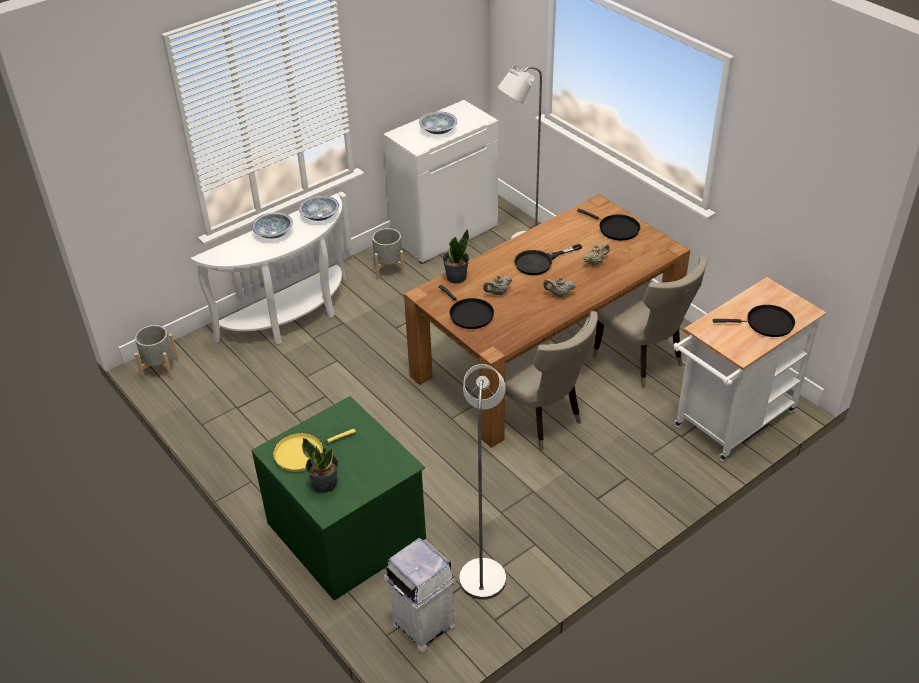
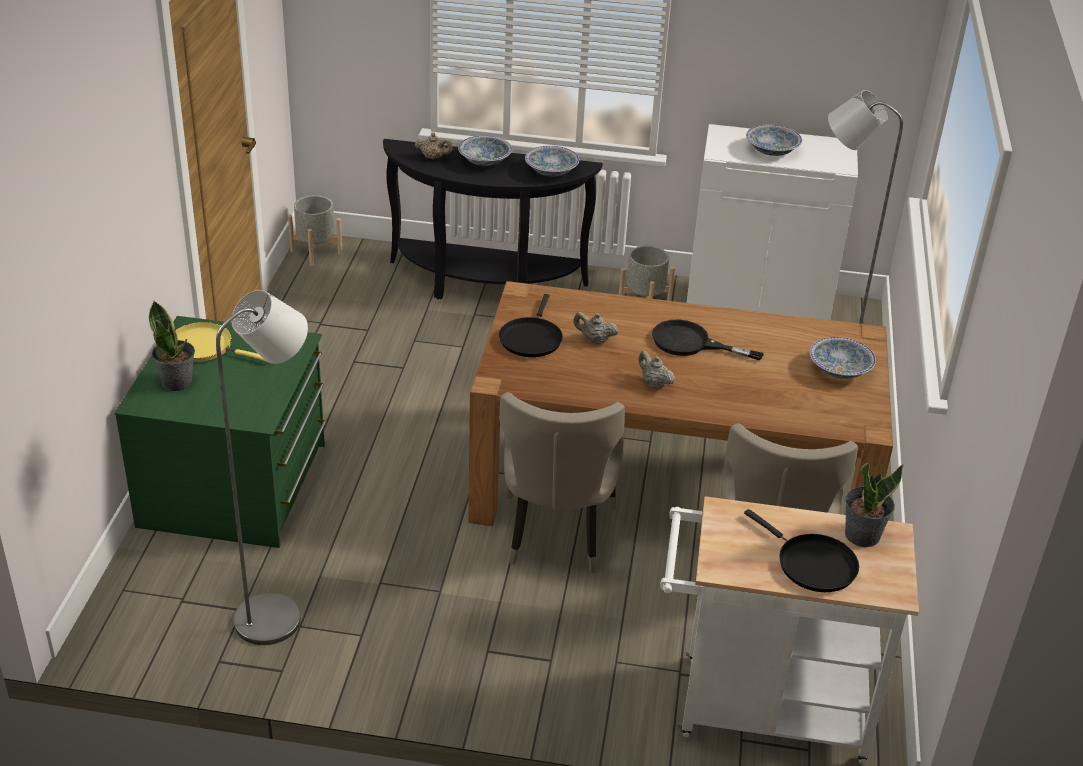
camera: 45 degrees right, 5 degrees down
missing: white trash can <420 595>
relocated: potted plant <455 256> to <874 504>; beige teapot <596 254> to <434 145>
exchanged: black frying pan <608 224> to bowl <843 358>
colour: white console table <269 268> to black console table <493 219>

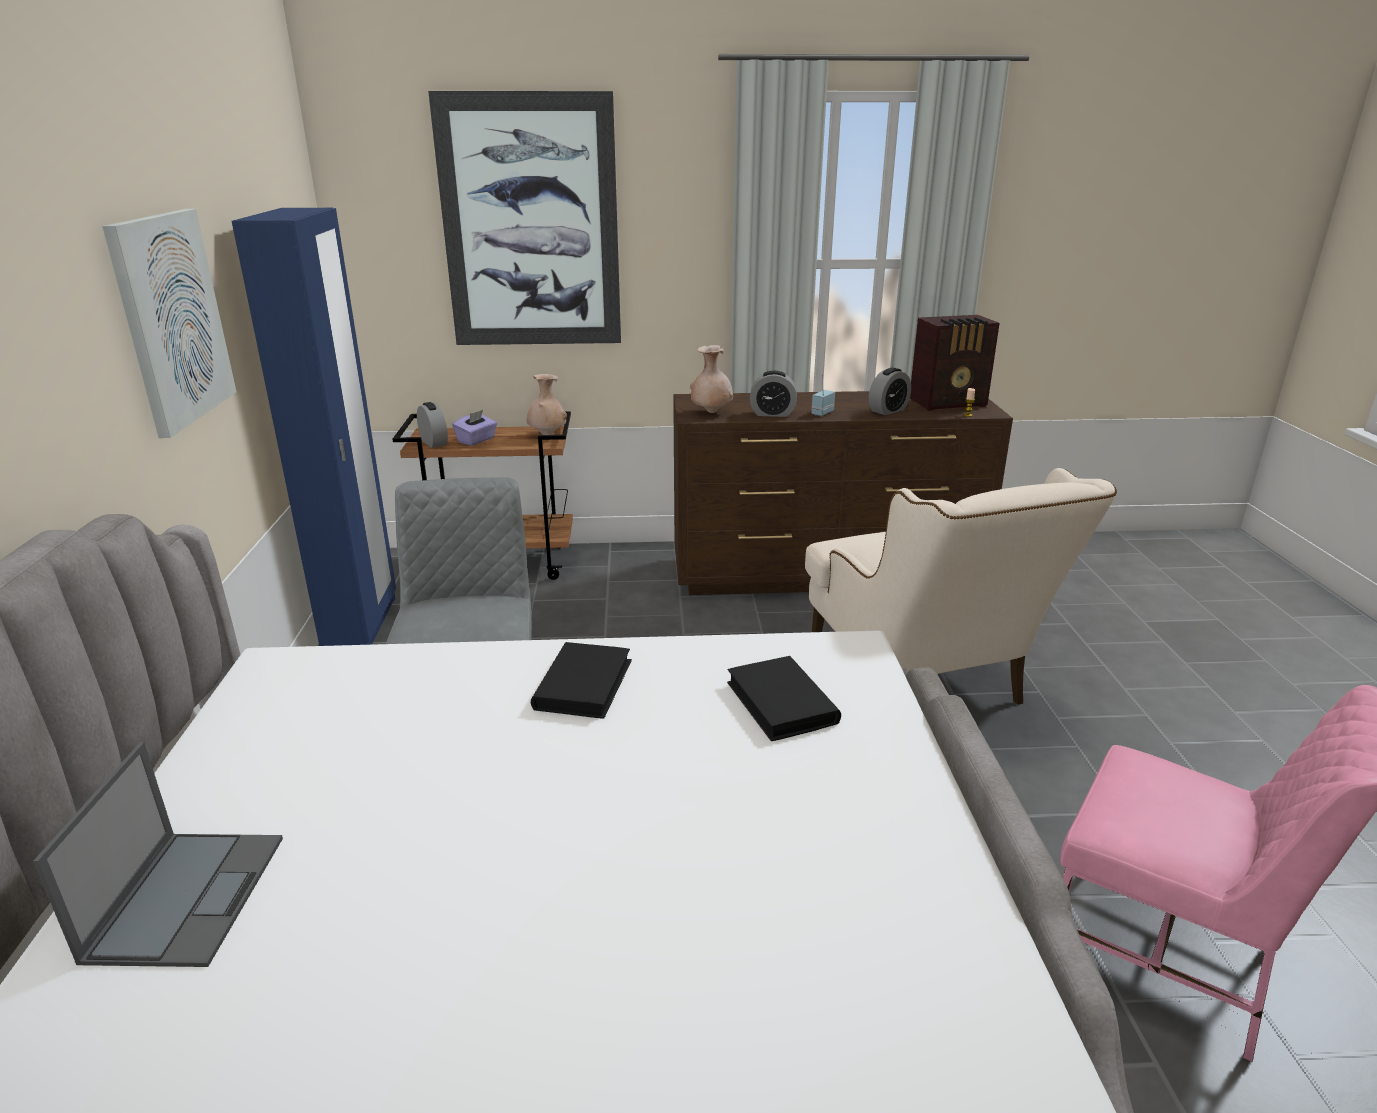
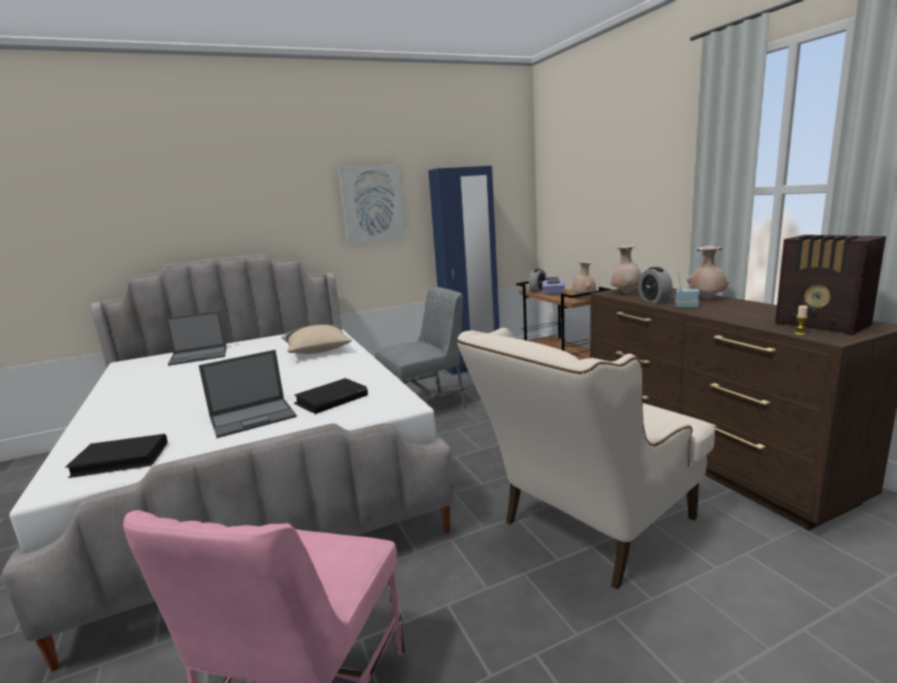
camera: 70 degrees right, 10 degrees down
missing: picture <524 218>; alarm clock <890 391>
appeared: laptop <248 394>; beige pillow <316 339>; beige vase <708 272>
relocated: black book <581 680> to <116 456>

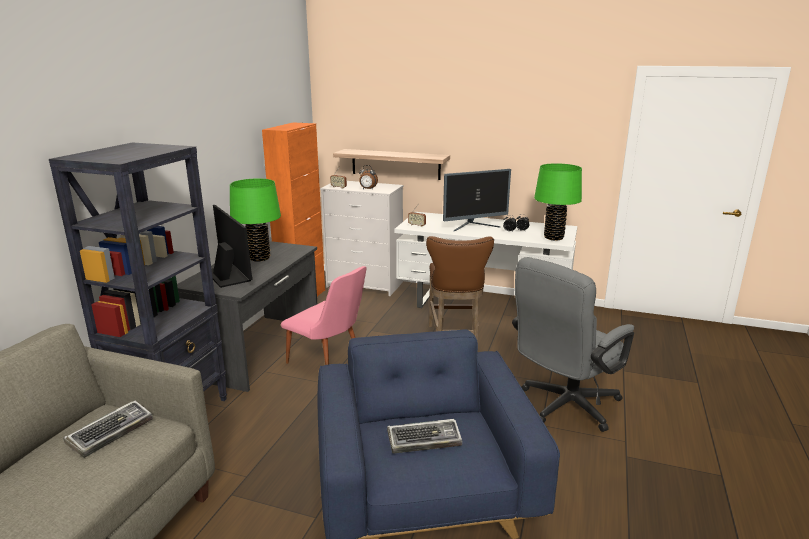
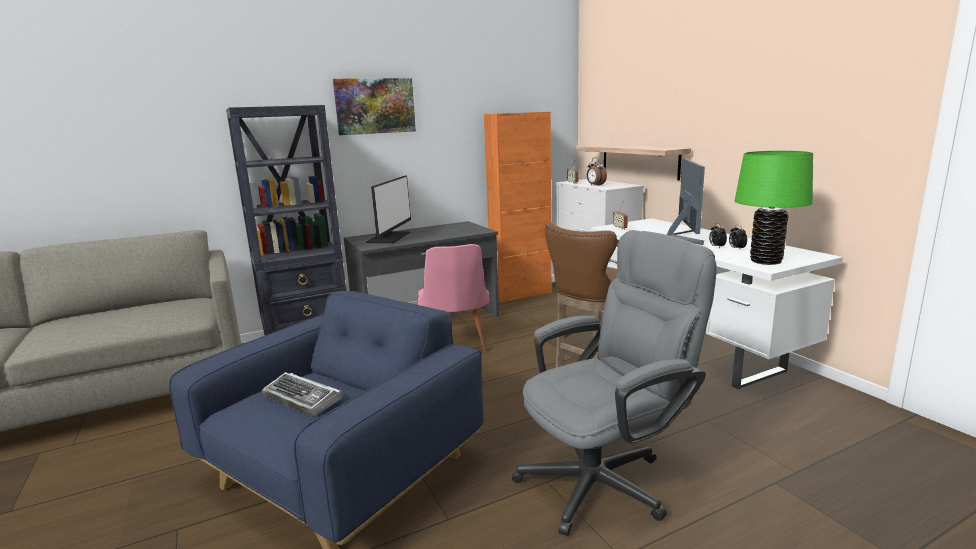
camera: 45 degrees right, 5 degrees down
missing: keyboard <108 429>; green table lamp <255 220>
appeared: picture <374 106>
spun: monitor <477 200> = <686 201> 105 degrees counterclockwise; grey office chair <573 344> = <614 383> 150 degrees clockwise

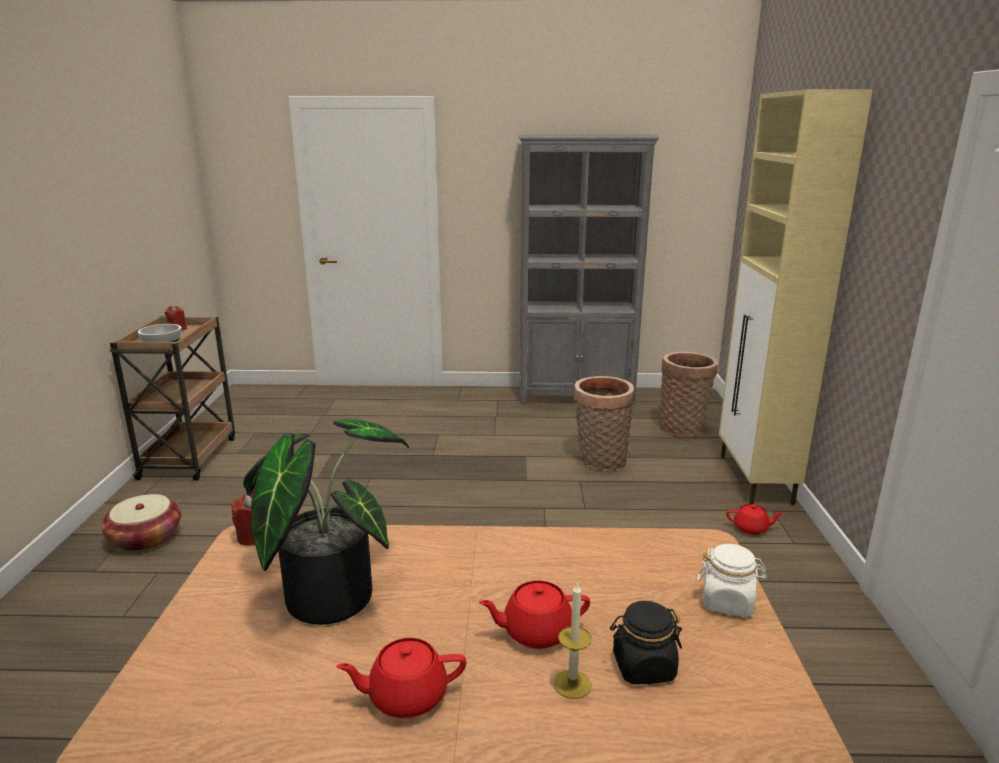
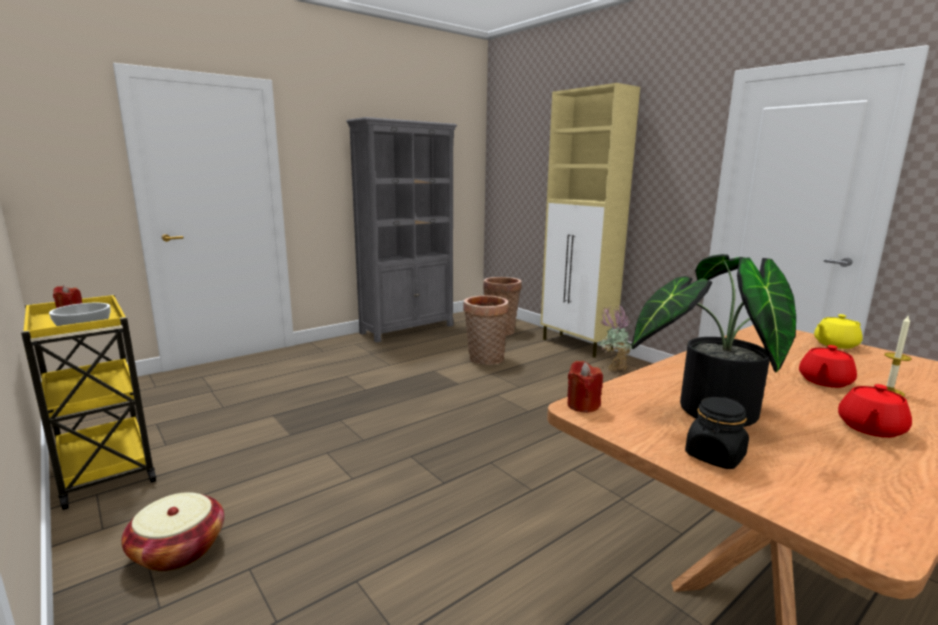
camera: 40 degrees left, 5 degrees down
relocated: black jar <646 643> to <717 433>
exchanged: white jar <732 580> to yellow teapot <838 331>; red teapot <754 519> to potted plant <615 338>
colour: brown cart <172 398> to yellow cart <88 402>

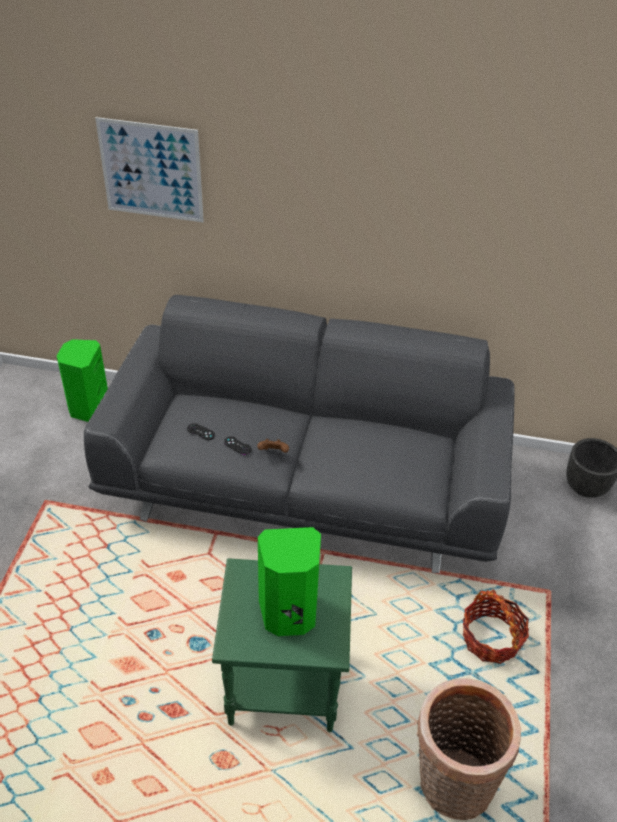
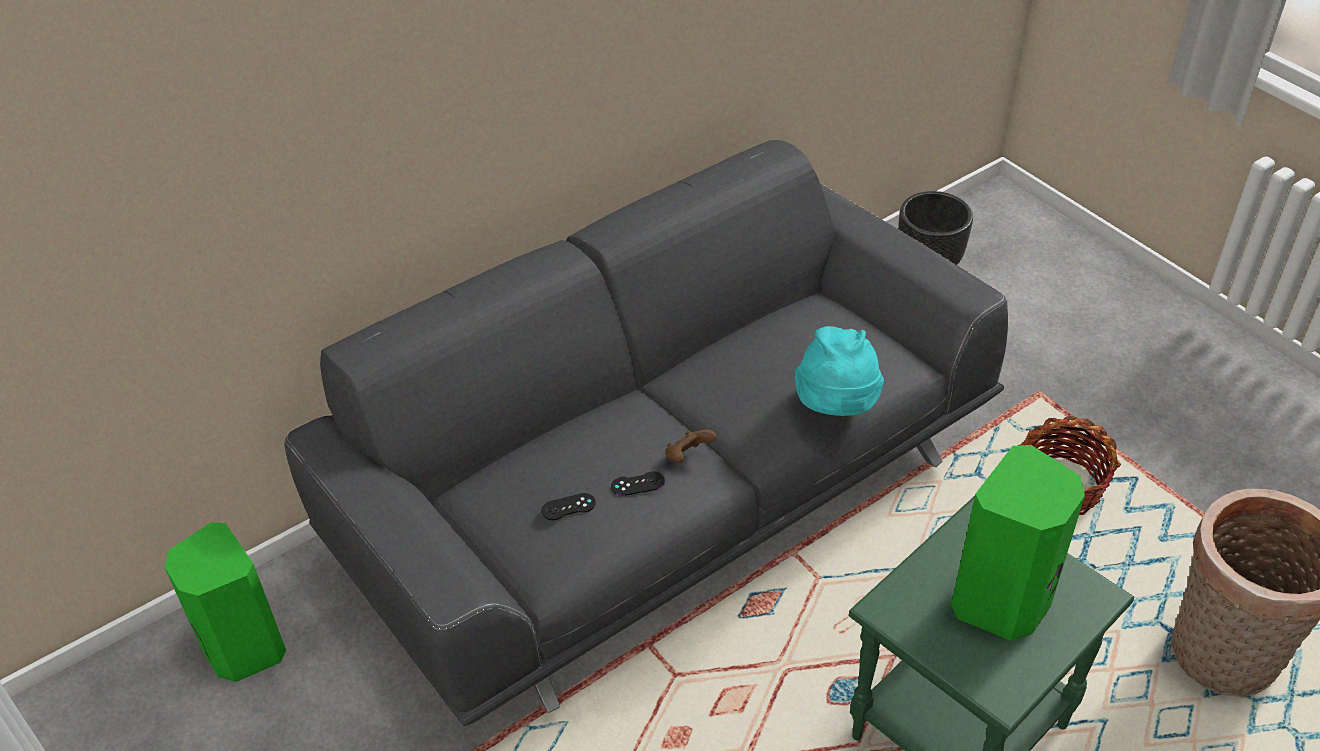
camera: 45 degrees left, 0 degrees up
missing: picture <149 169>
appeared: turquoise hat <839 371>

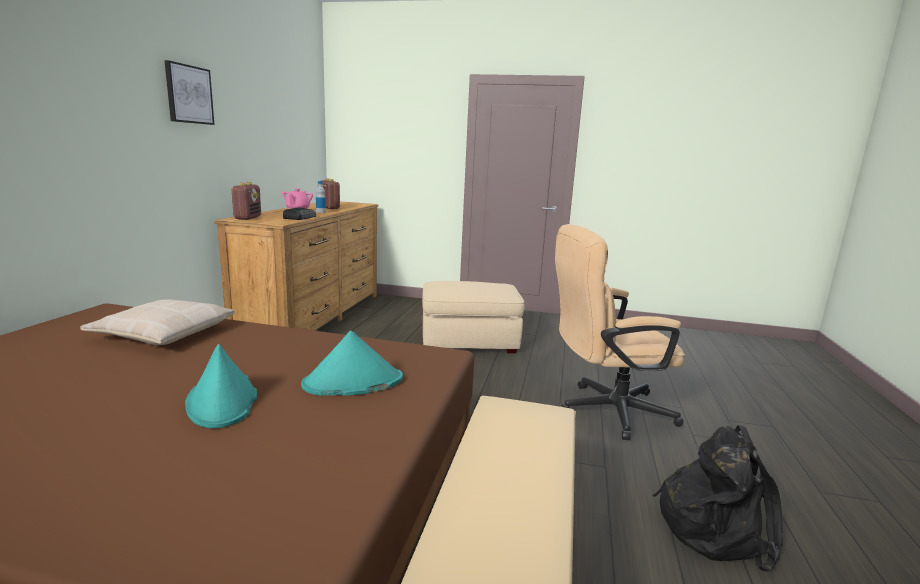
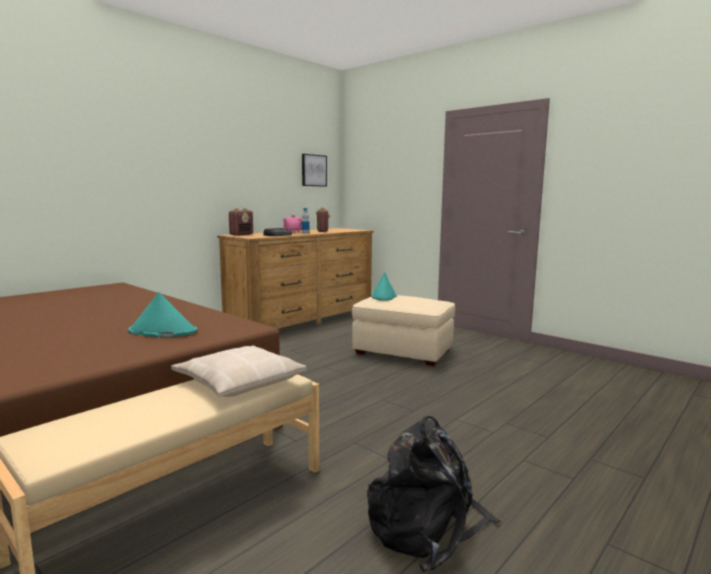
camera: 30 degrees right, 5 degrees down
missing: beige office chair <620 332>
relocated: beige pillow <157 322> to <239 371>; picture <189 92> to <314 170>; turquoise hat <221 386> to <384 286>

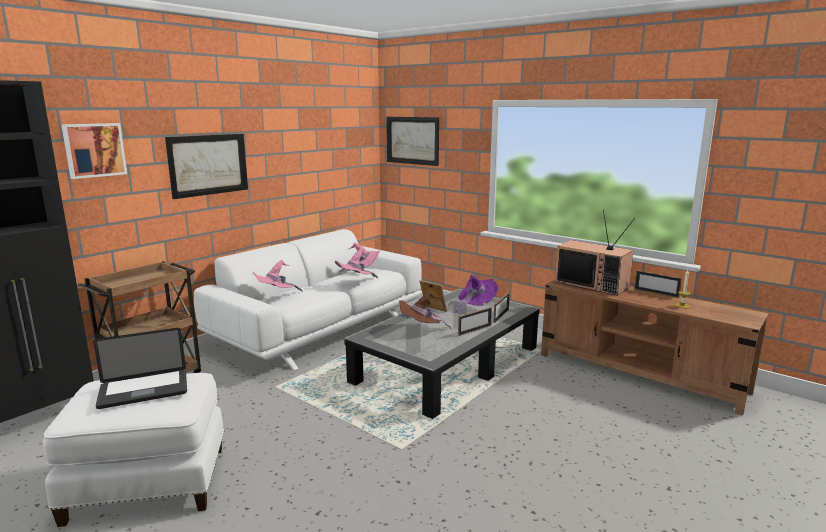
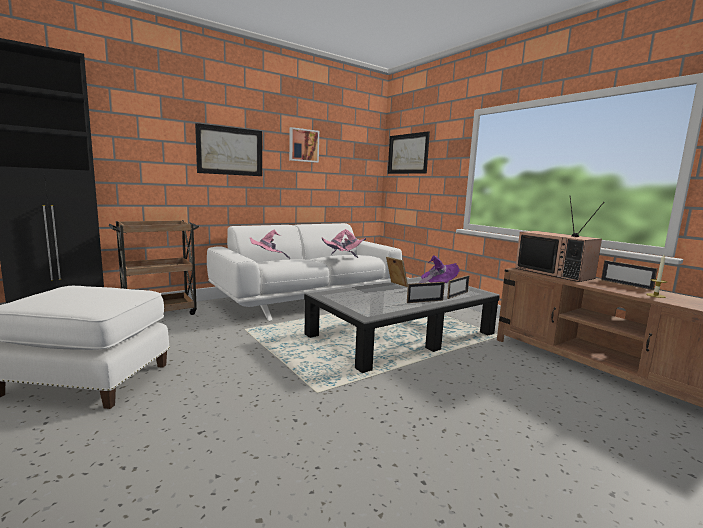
camera: 15 degrees right, 5 degrees down
missing: laptop <140 368>; brown hat <425 310>
relocated: picture <94 151> to <304 145>

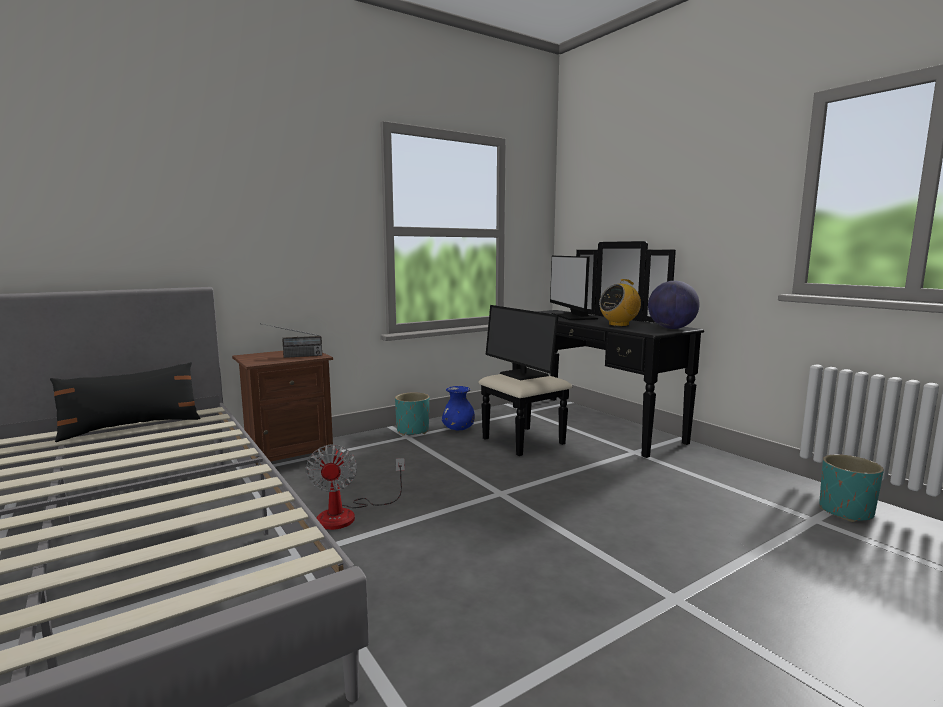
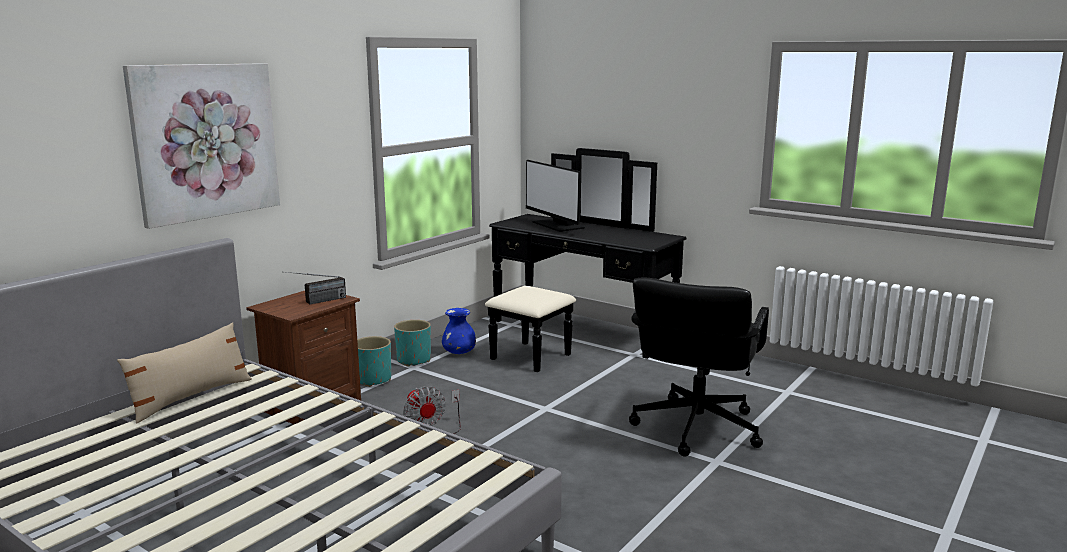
camera: 20 degrees left, 5 degrees up
missing: monitor <522 342>; radio <620 302>; globe <674 305>
appeared: picture <201 146>; black office chair <699 367>
relocated: turquoise planter <851 488> to <374 361>
colour: black pillow <125 402> to beige pillow <184 373>

